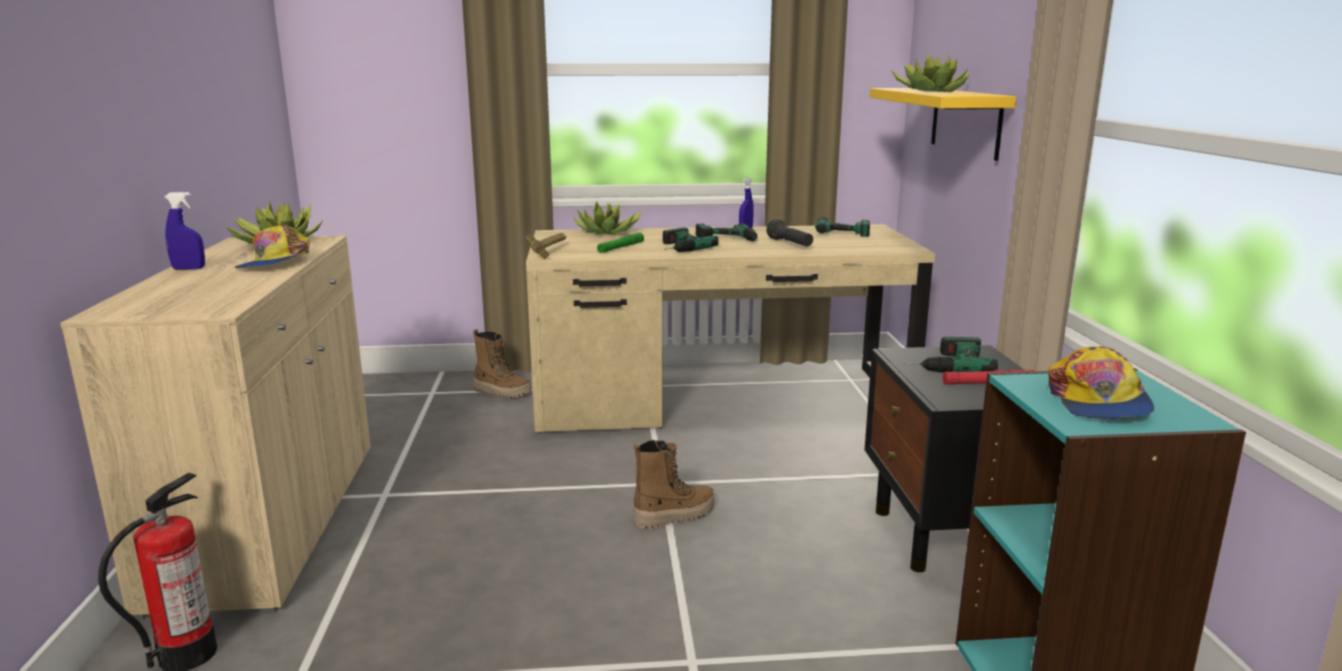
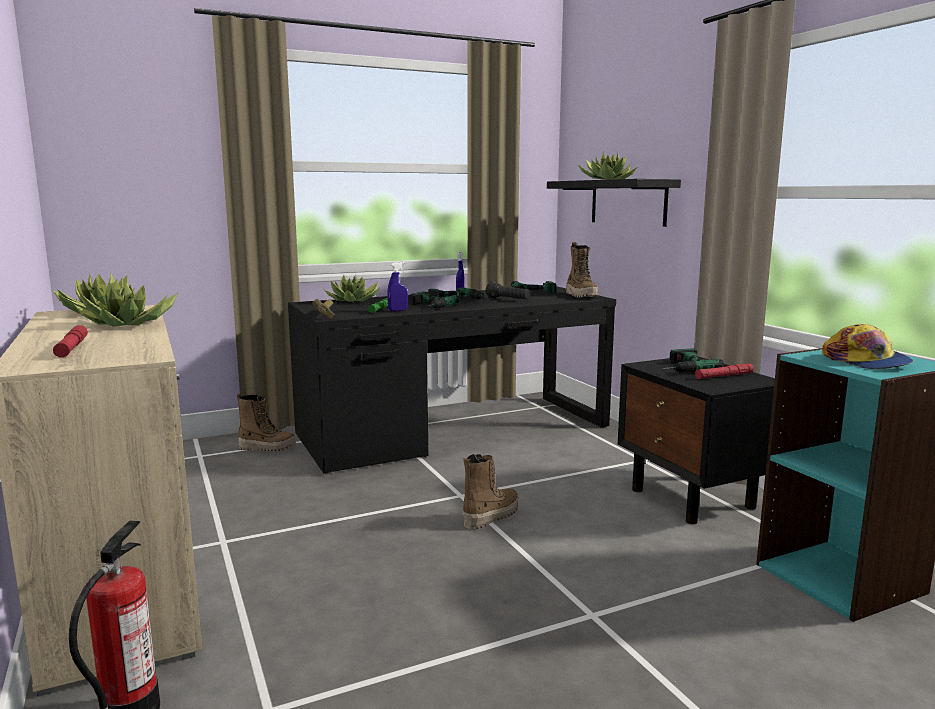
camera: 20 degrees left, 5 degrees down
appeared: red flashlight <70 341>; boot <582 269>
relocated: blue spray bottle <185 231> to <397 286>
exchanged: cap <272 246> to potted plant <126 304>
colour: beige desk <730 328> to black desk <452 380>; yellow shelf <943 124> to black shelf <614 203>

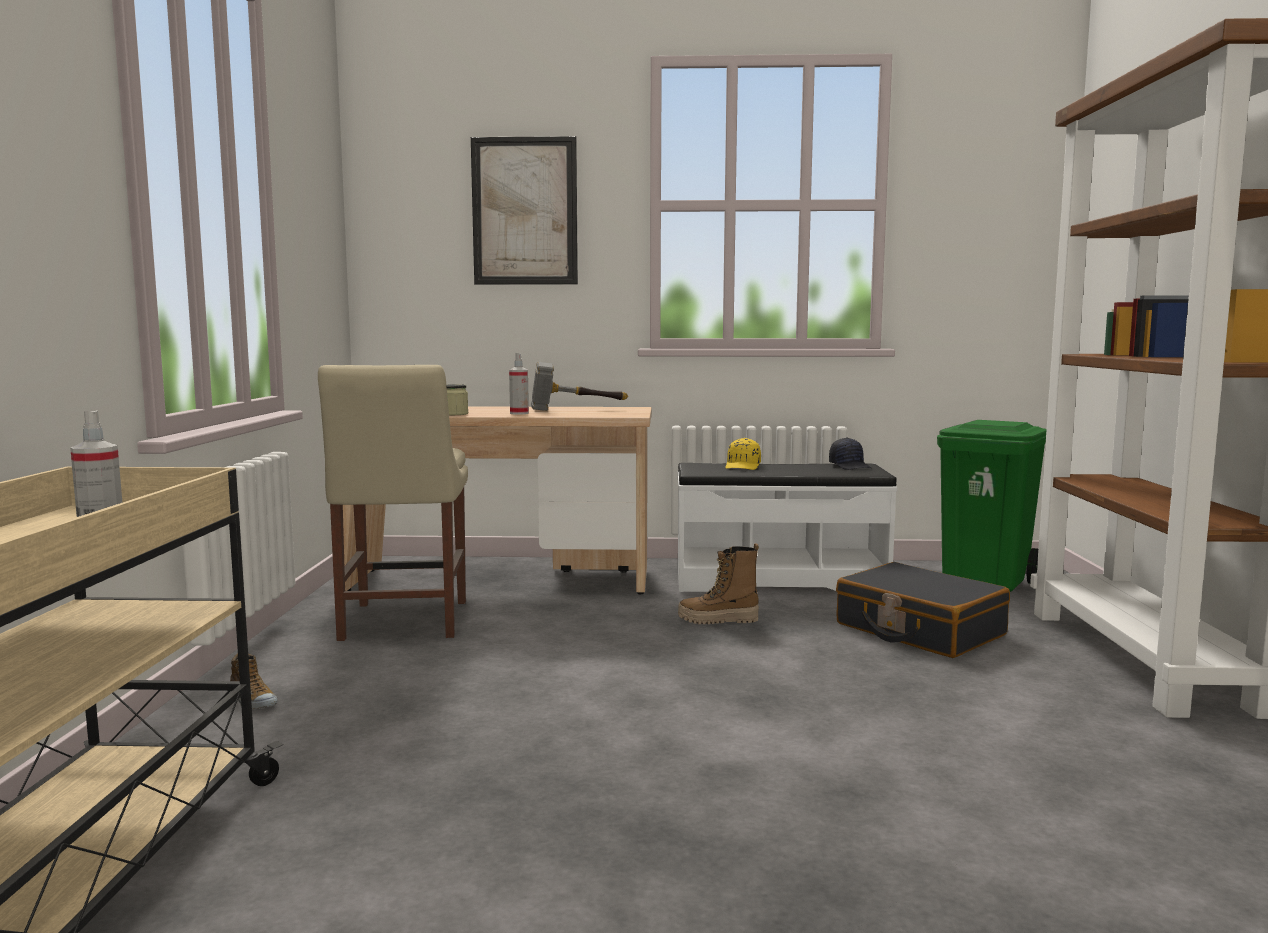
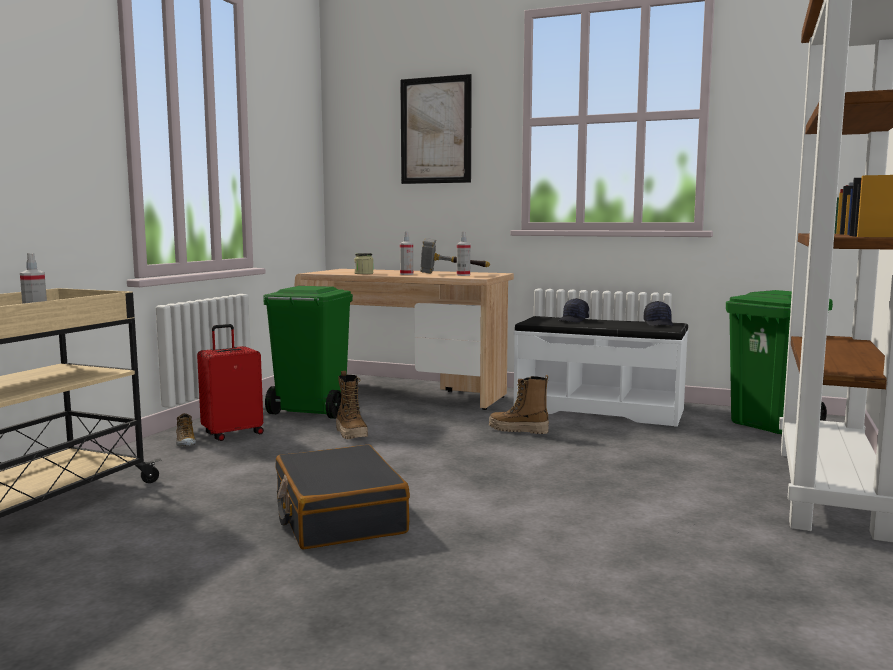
camera: 20 degrees right, 0 degrees up
appeared: red suitcase <230 382>; boot <352 405>; spray bottle <463 254>
relocated: black suitcase <923 610> to <342 497>
exchanged: beige chair <393 503> to green trash can <308 352>
colour: yellow cap <743 454> to black cap <573 310>

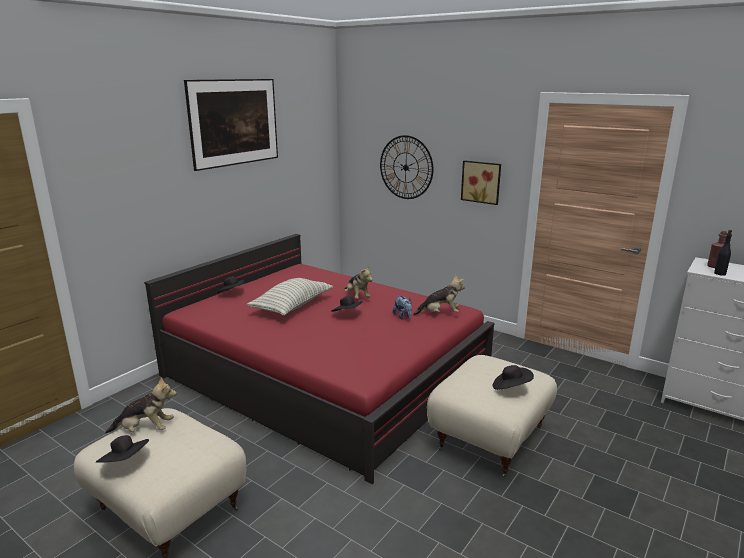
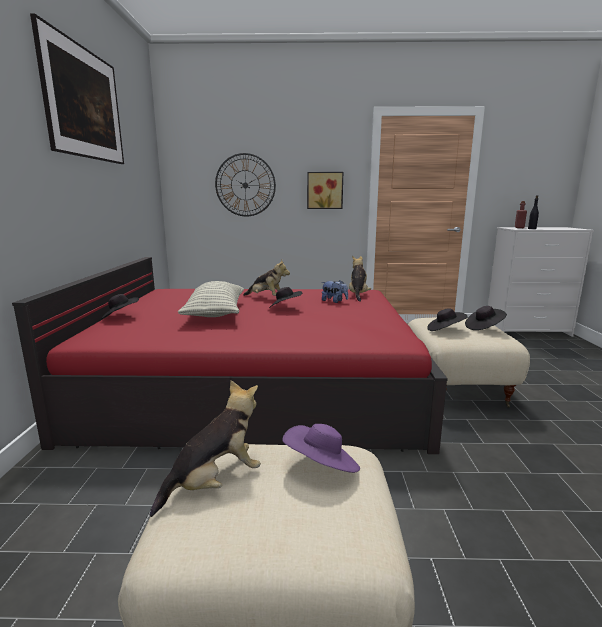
camera: 35 degrees left, 5 degrees down
appeared: purple hat <321 448>
relocated: black hat <122 449> to <447 319>
spun: plush toy <439 295> = <360 279> 45 degrees counterclockwise

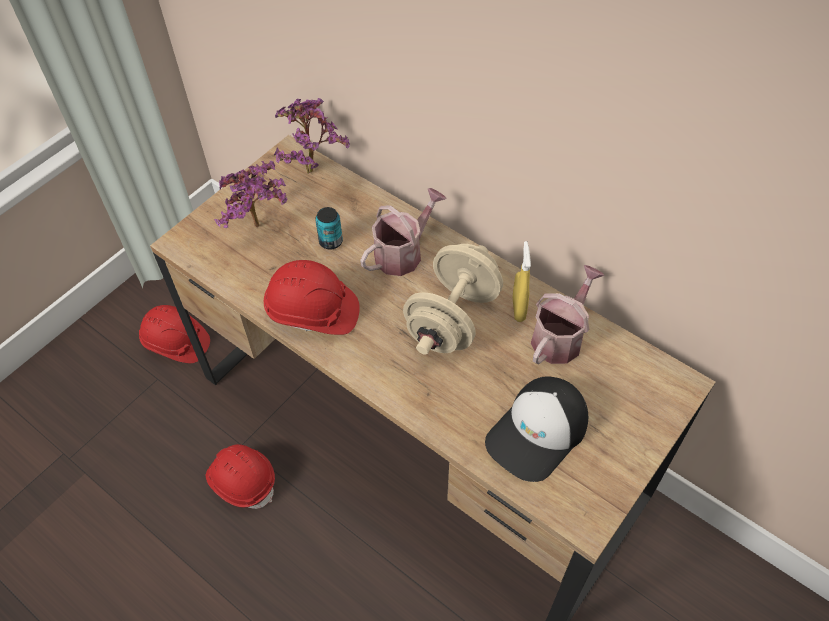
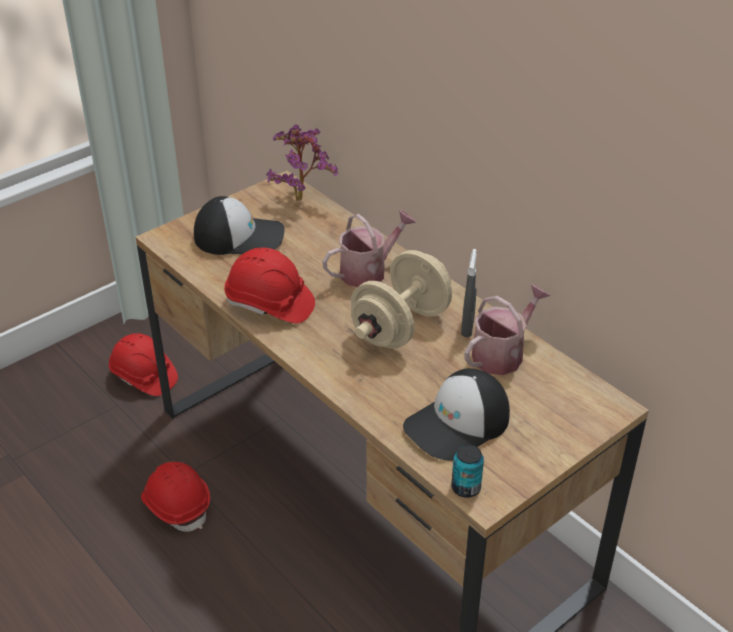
camera: 10 degrees right, 15 degrees down
relocated: can <329 228> to <467 471>
exchanged: potted plant <251 194> to cap <239 225>
colour: yellow spray bottle <522 281> to grey spray bottle <469 293>

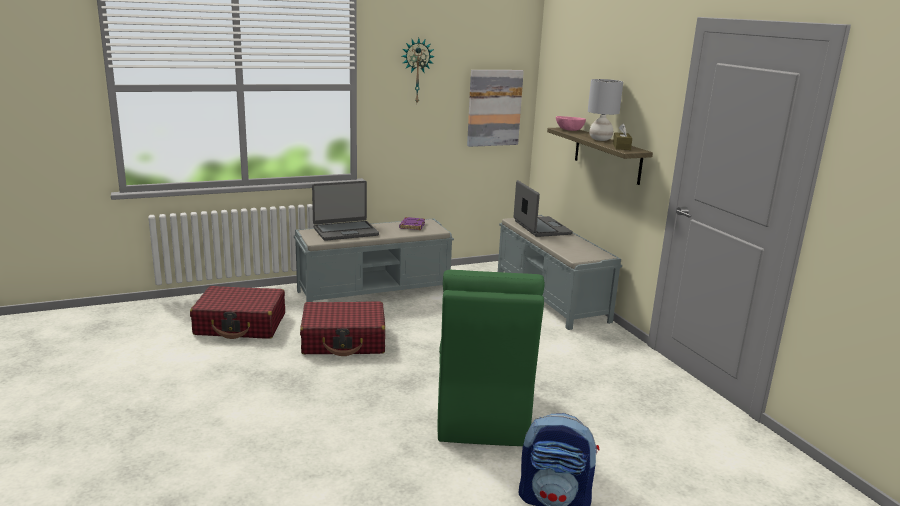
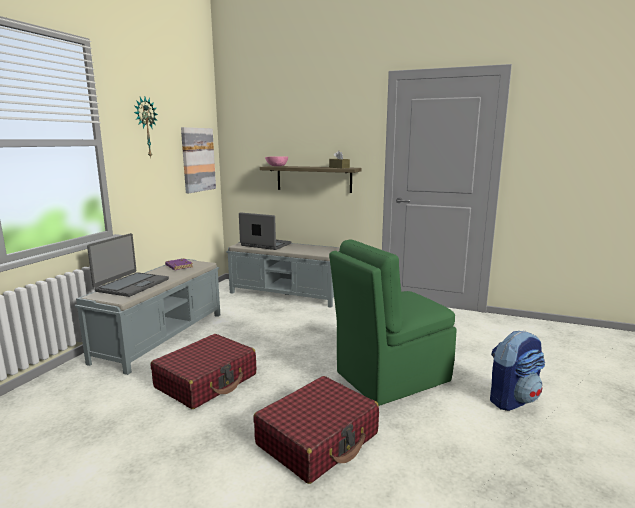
camera: 45 degrees left, 5 degrees down
missing: grey table lamp <605 110>
relocated: red suitcase <237 312> to <316 430>
spun: green chair <491 358> = <393 322> 105 degrees clockwise

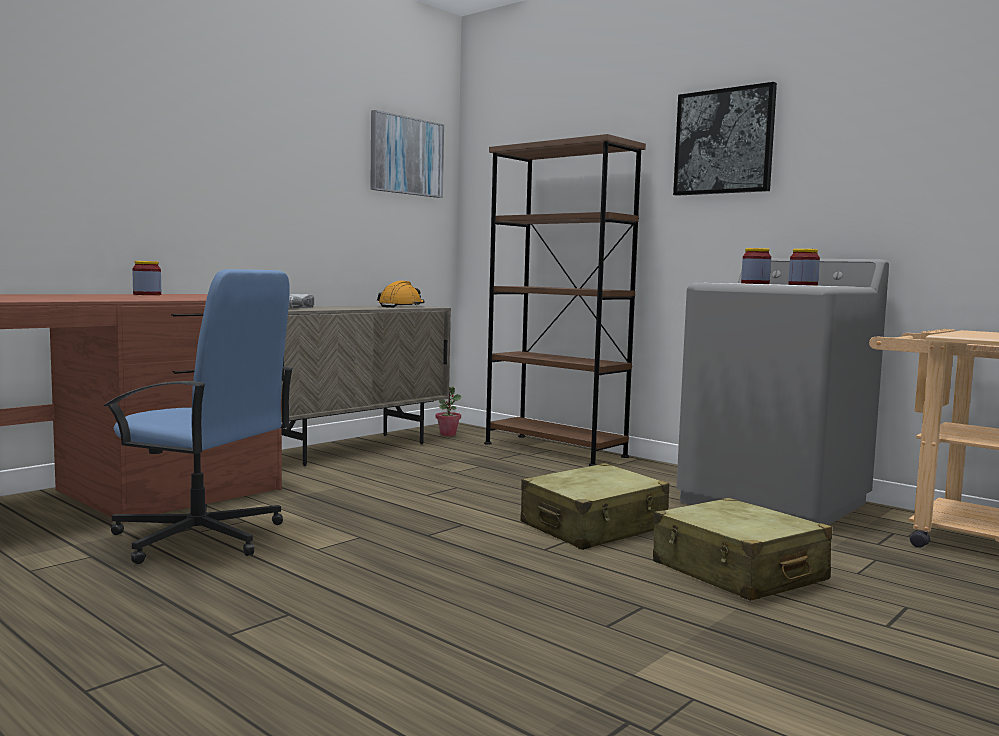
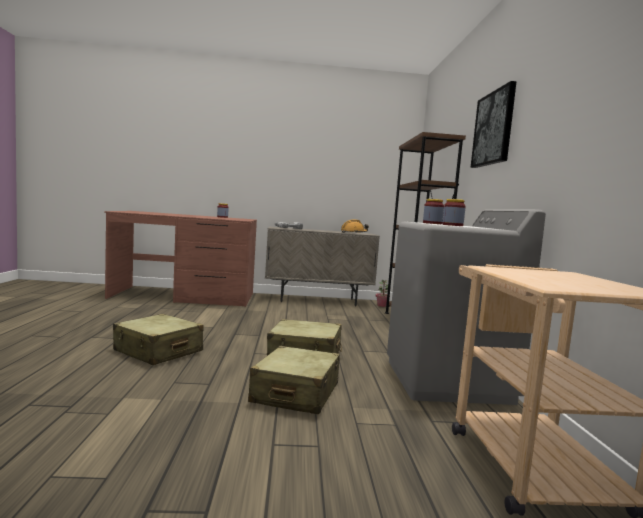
camera: 45 degrees right, 0 degrees up
missing: blue office chair <199 416>; picture <407 154>
appeared: beige suitcase <158 339>

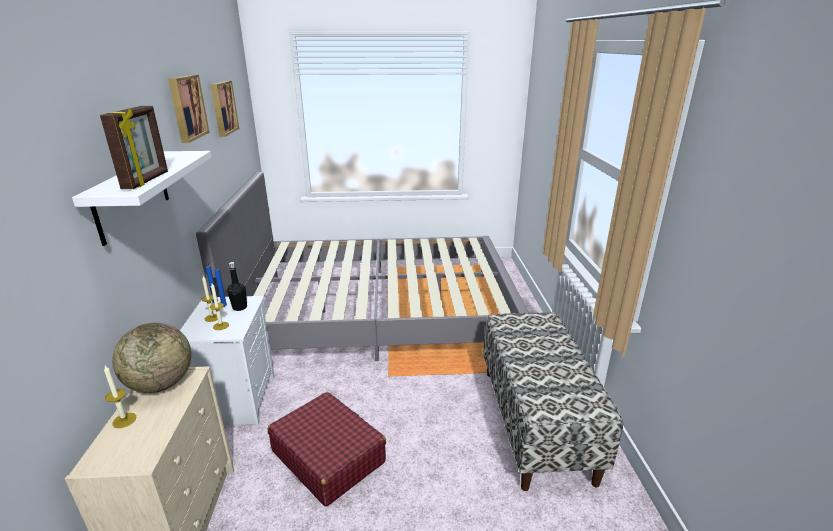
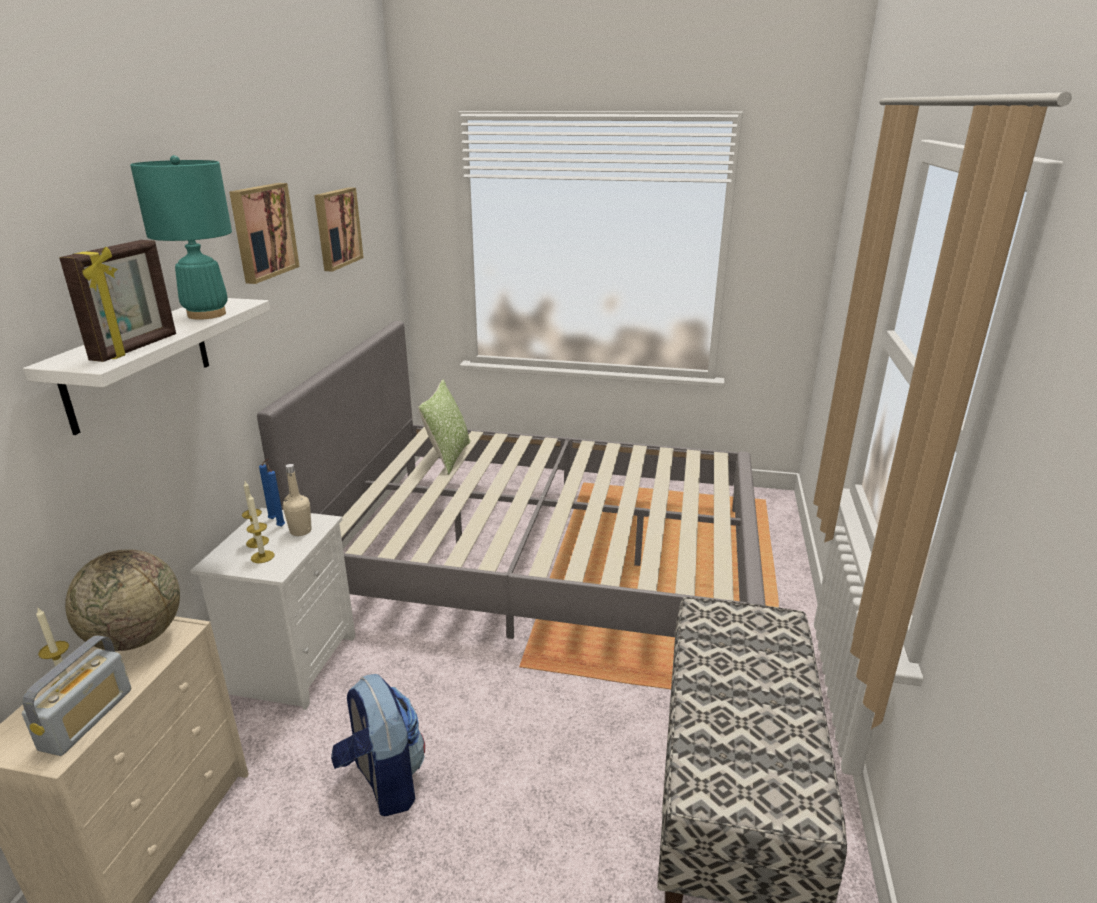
camera: 15 degrees right, 0 degrees up
appeared: radio <76 695>; turquoise table lamp <181 237>; pillow <444 427>
exchanged: red suitcase <327 449> to backpack <378 745>
colour: black bottle <237 286> to beige bottle <297 500>

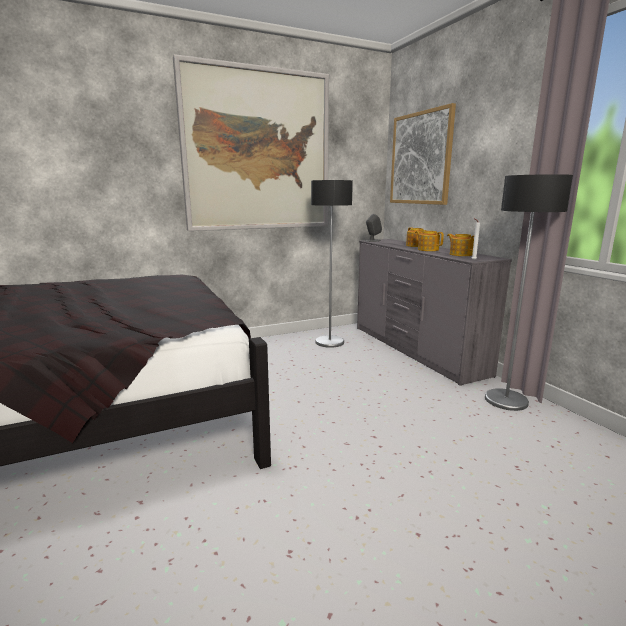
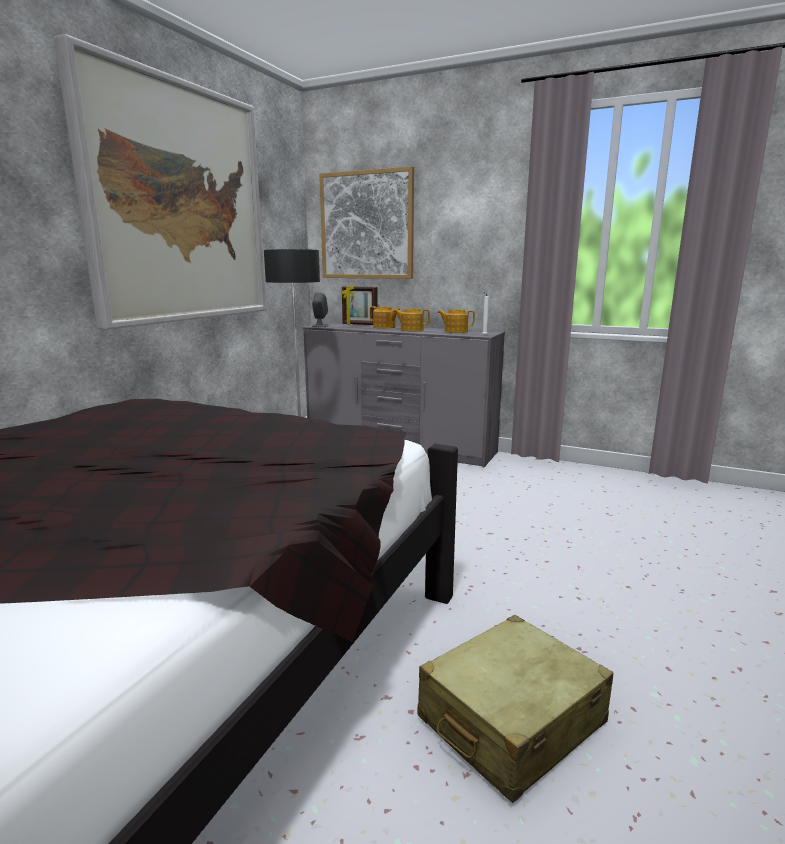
camera: 40 degrees left, 0 degrees up
missing: floor lamp <529 292>
appeared: picture frame <359 305>; beige suitcase <515 709>

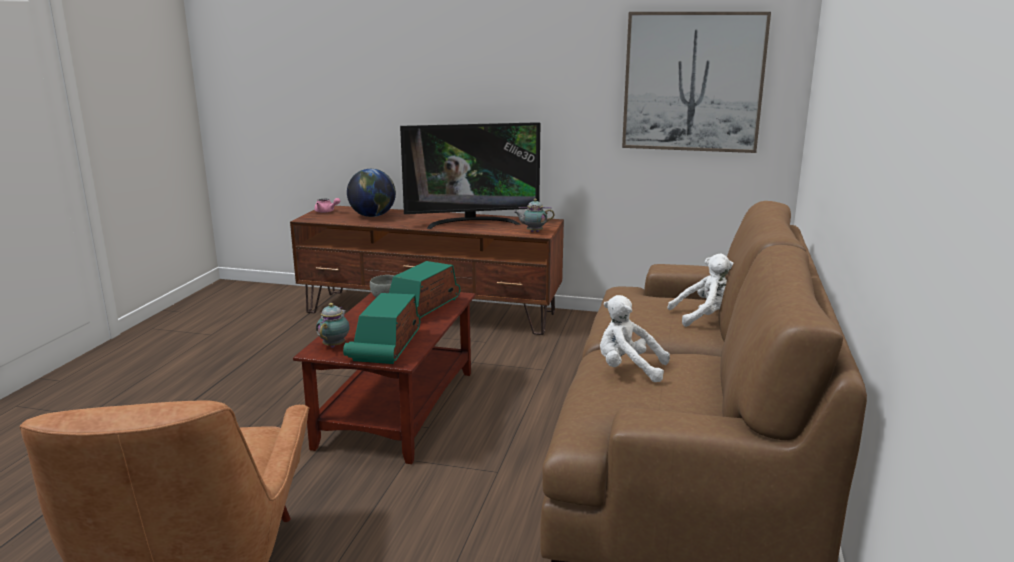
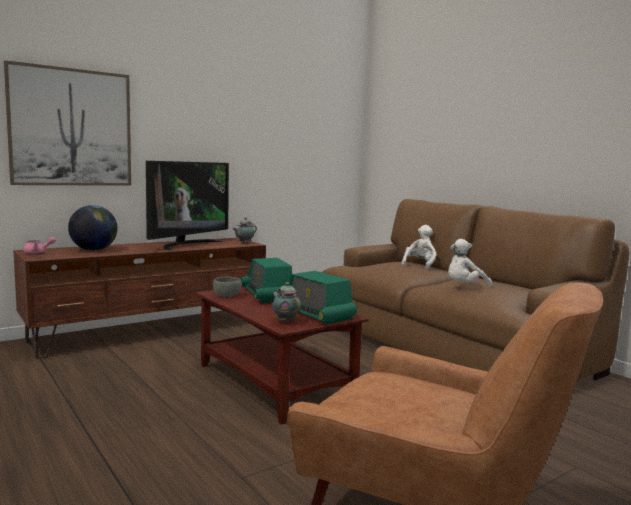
camera: 50 degrees left, 10 degrees down
relocated: picture <696 82> to <67 123>

